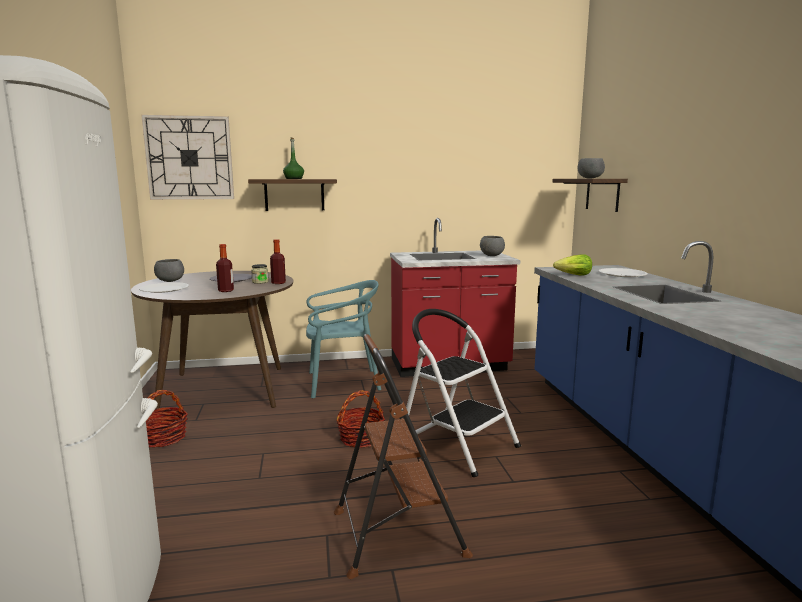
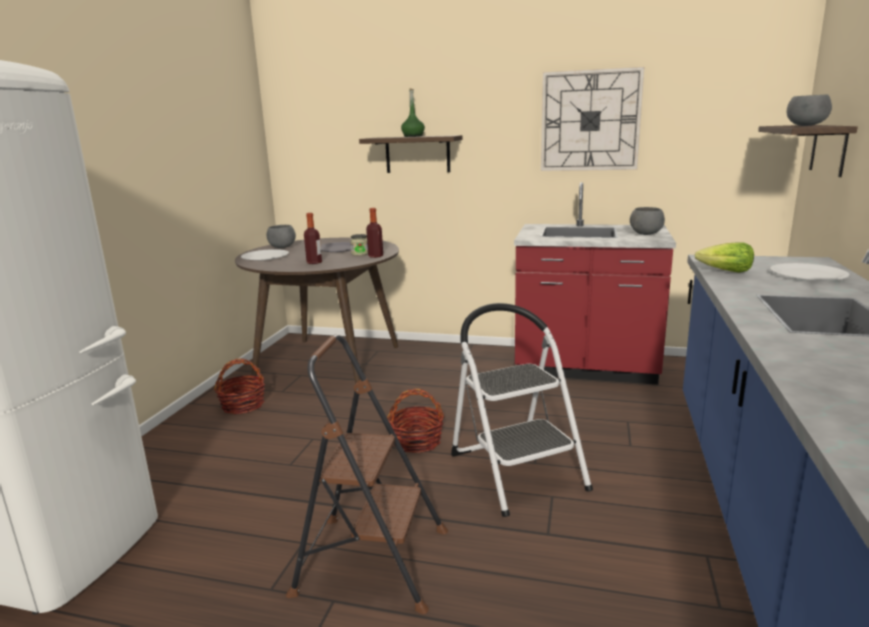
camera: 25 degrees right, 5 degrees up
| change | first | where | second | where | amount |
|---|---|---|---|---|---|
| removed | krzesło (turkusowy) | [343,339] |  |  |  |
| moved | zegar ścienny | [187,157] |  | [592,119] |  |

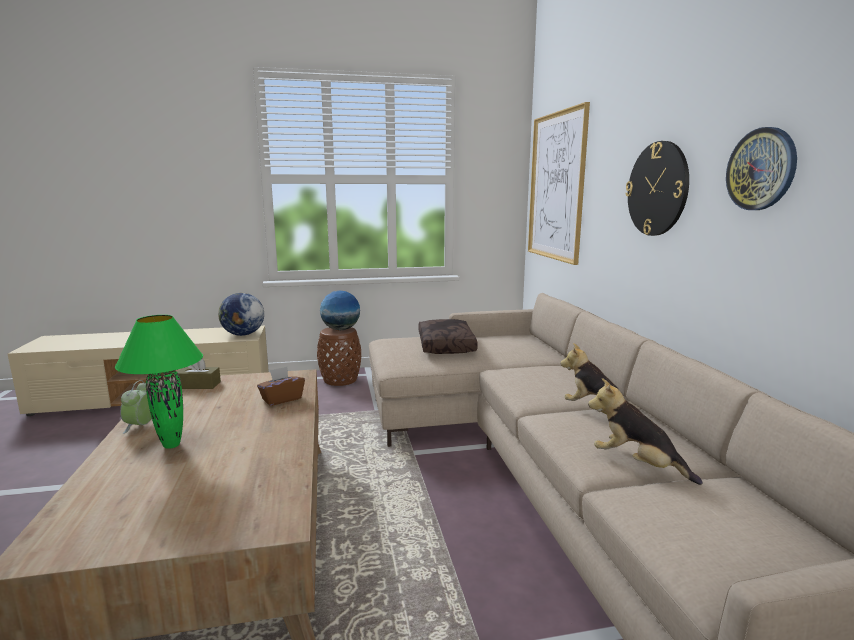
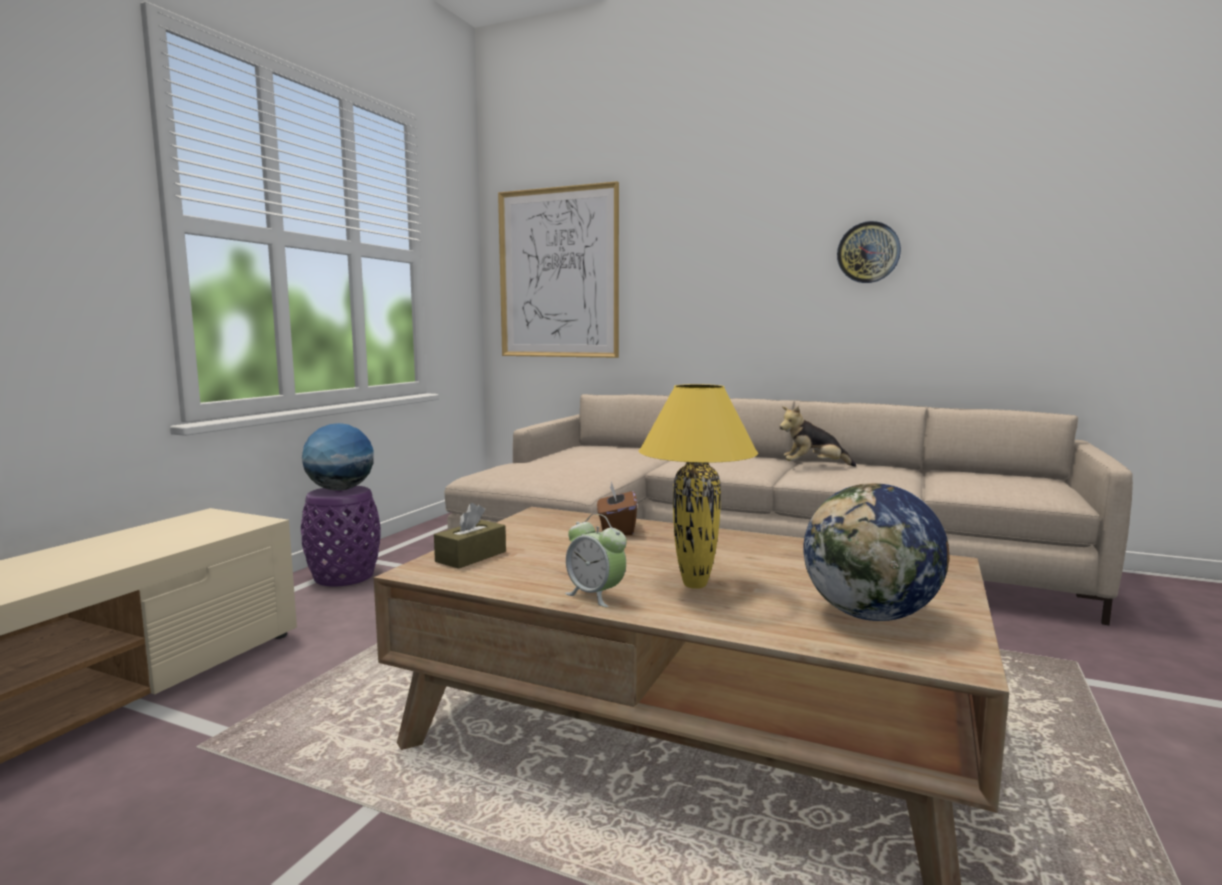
camera: 55 degrees left, 5 degrees down
| change | first | where | second | where | amount |
|---|---|---|---|---|---|
| removed | poduszka (brązowy) | [448,336] |  |  |  |
| removed | pluszak | [645,431] |  |  |  |
| removed | zegar ścienny | [657,188] |  |  |  |
| moved | globus | [241,314] |  | [876,552] |  |
| recoloured | lampa stołowa (zielony) | [159,382] | lampa stołowa (żółty) | [698,486] |  |
| recoloured | stołek (brązowy) | [339,356] | stołek (fioletowy) | [341,536] |  |

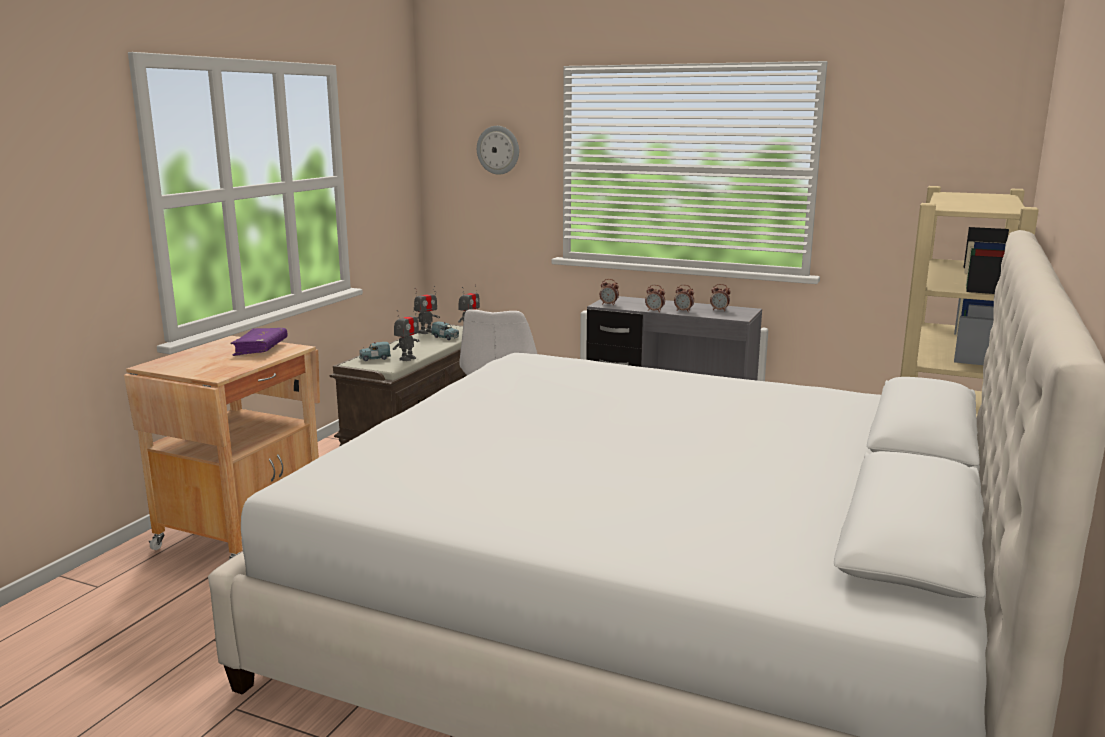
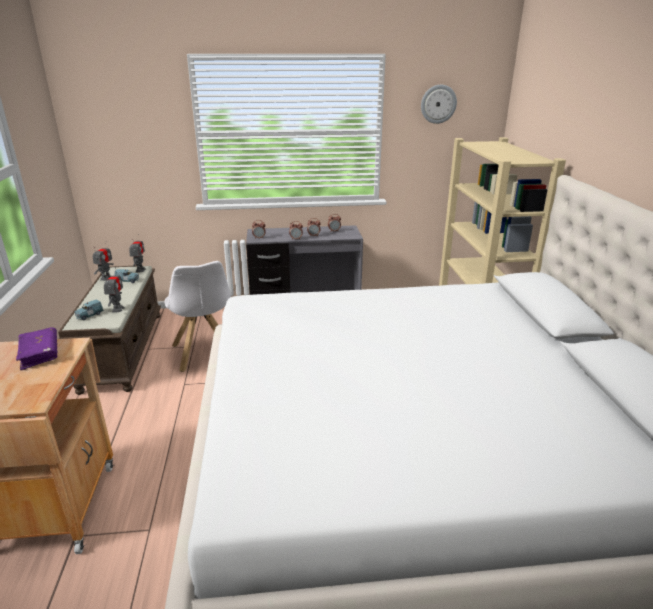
camera: 30 degrees left, 10 degrees up
| change | first | where | second | where | amount |
|---|---|---|---|---|---|
| moved | zegar ścienny | [498,150] |  | [439,104] |  |

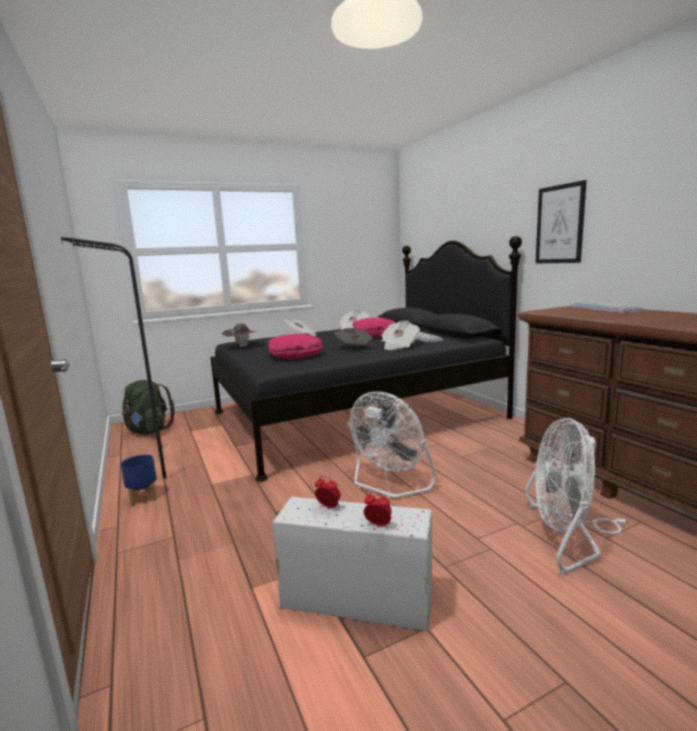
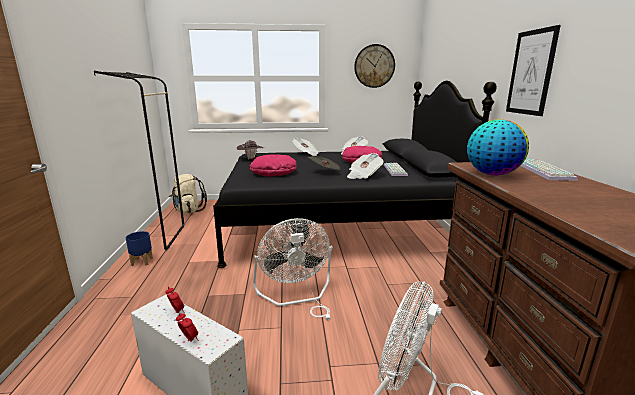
camera: 20 degrees right, 5 degrees up
| change | first | where | second | where | amount |
|---|---|---|---|---|---|
| added |  |  | zegar ścienny | [374,66] |  |
| added |  |  | globus | [498,147] |  |
| recoloured | plecak (zielony) | [148,407] | plecak (beżowy) | [188,194] |  |
| turned | wentylator (biały) | [391,445] |  | [293,269] | 75 degrees counterclockwise |

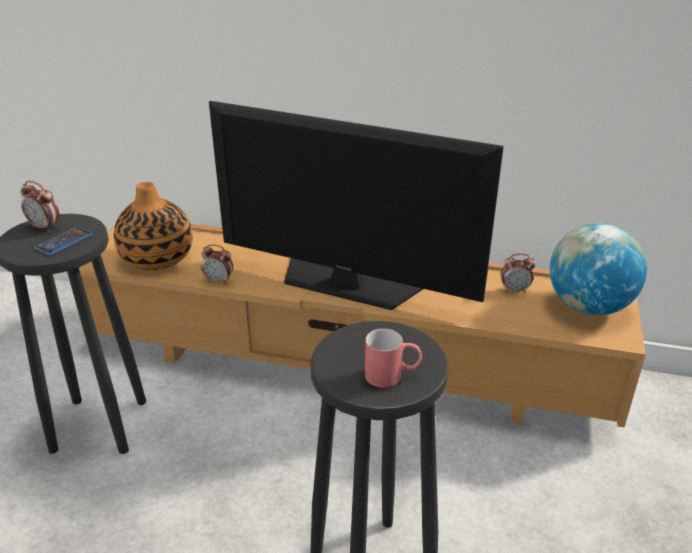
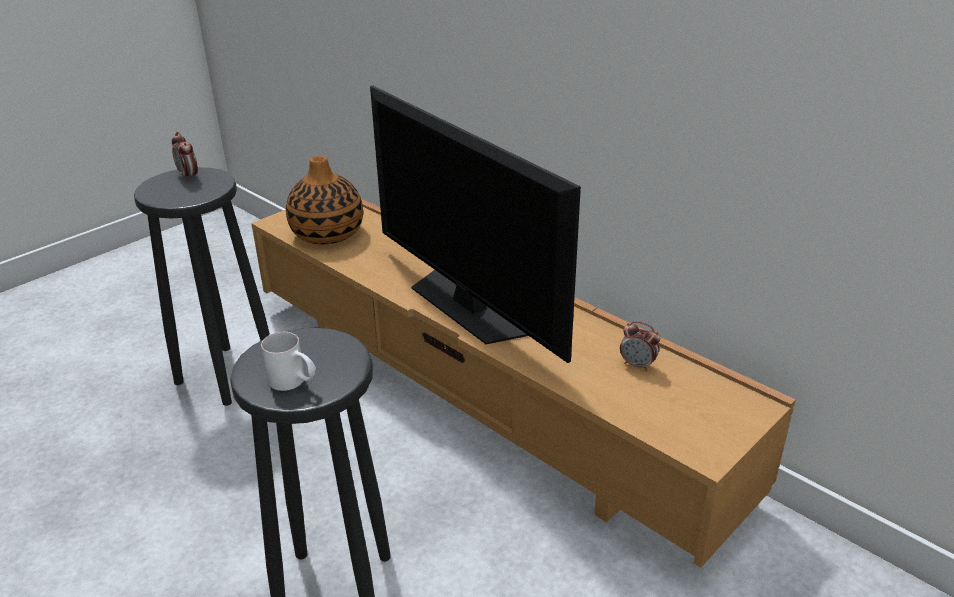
camera: 30 degrees right, 0 degrees up
| change | first | where | second | where | amount |
|---|---|---|---|---|---|
| removed | telefon | [63,241] |  |  |  |
| removed | budzik | [217,264] |  |  |  |
| removed | globus | [598,269] |  |  |  |
| recoloured | kubek (czerwony) | [393,358] | kubek (biały) | [288,361] |  |

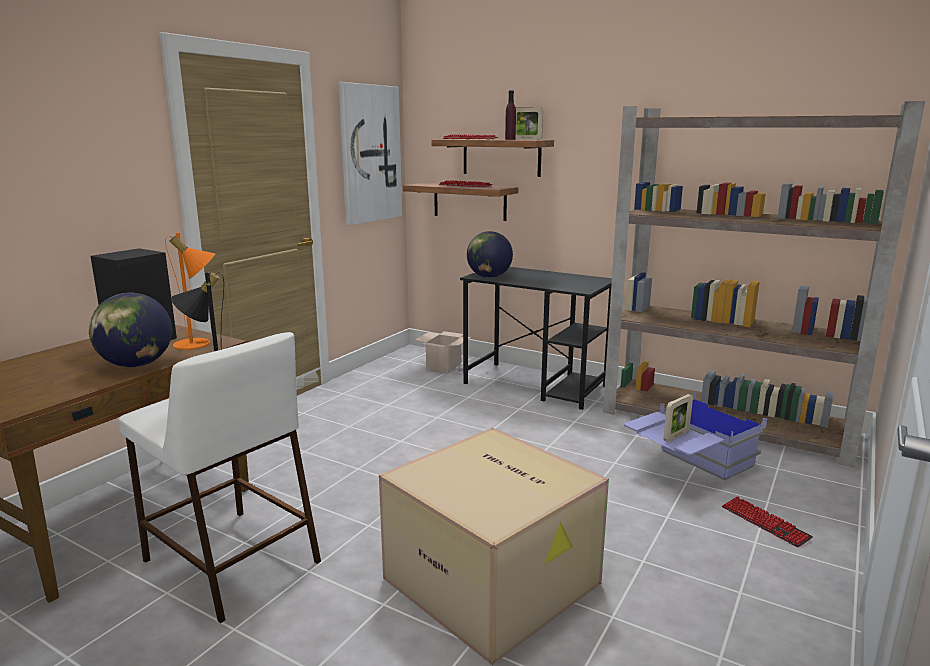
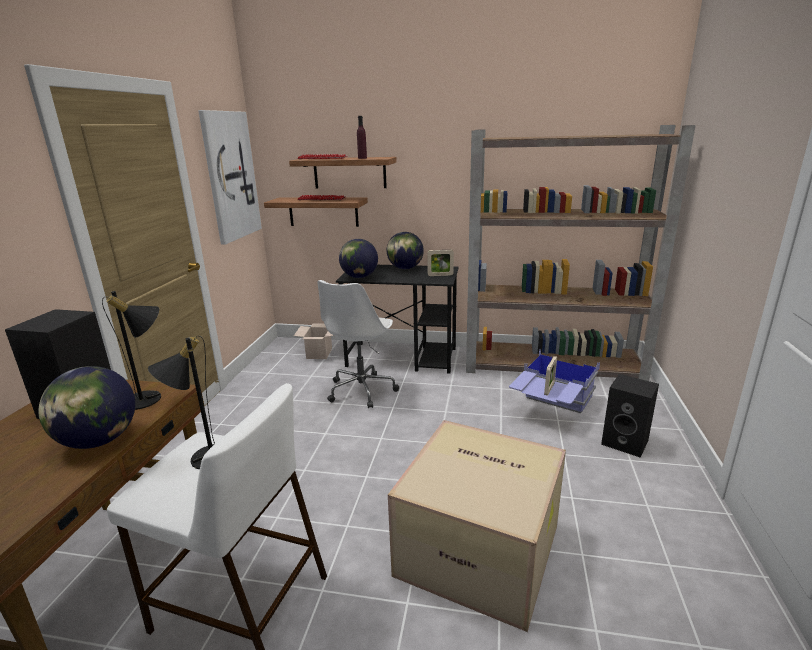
camera: 20 degrees left, 5 degrees up
| change | first | where | second | where | amount |
|---|---|---|---|---|---|
| added |  |  | krzesło biurowe (biały) | [358,344] |  |
| added |  |  | globus | [405,250] |  |
| moved | ramka na zdjęcie | [529,123] |  | [440,263] |  |
| replaced | klawiatura | [767,522] | głośnik (czarny) | [630,416] |  |
| recoloured | lampa stołowa (pomarańczowy) | [190,291] | lampa stołowa (czarny) | [131,350] |  |

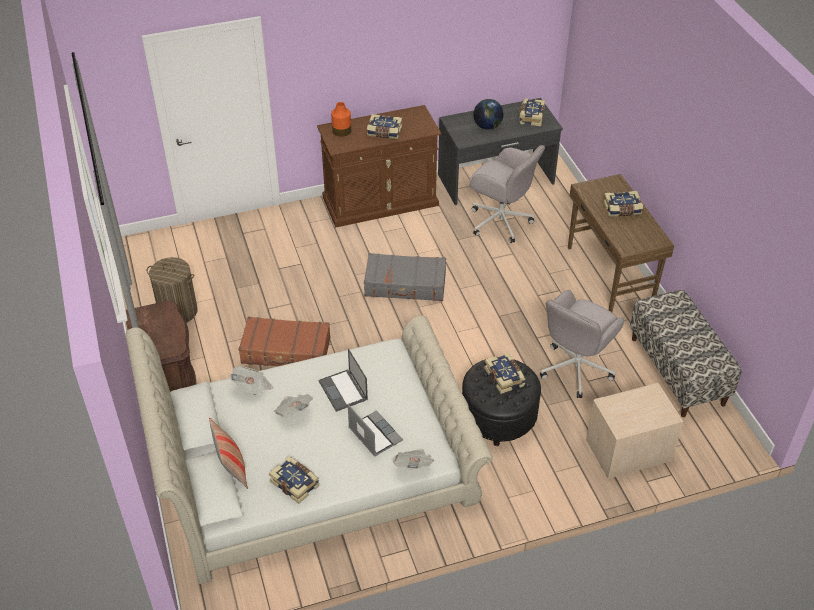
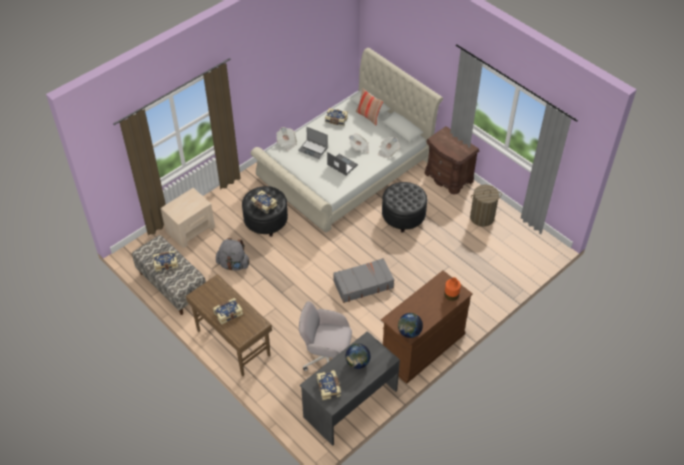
camera: 155 degrees right, 5 degrees up
| change | first | where | second | where | amount |
|---|---|---|---|---|---|
| added |  |  | globus | [410,325] |  |
| moved | książka | [384,126] |  | [165,261] |  |
| replaced | walizka (brązowy) | [284,341] | pufa (czarny) | [404,207] |  |
| replaced | krzesło biurowe (szary) | [582,344] | plecak (szary) | [233,254] |  |

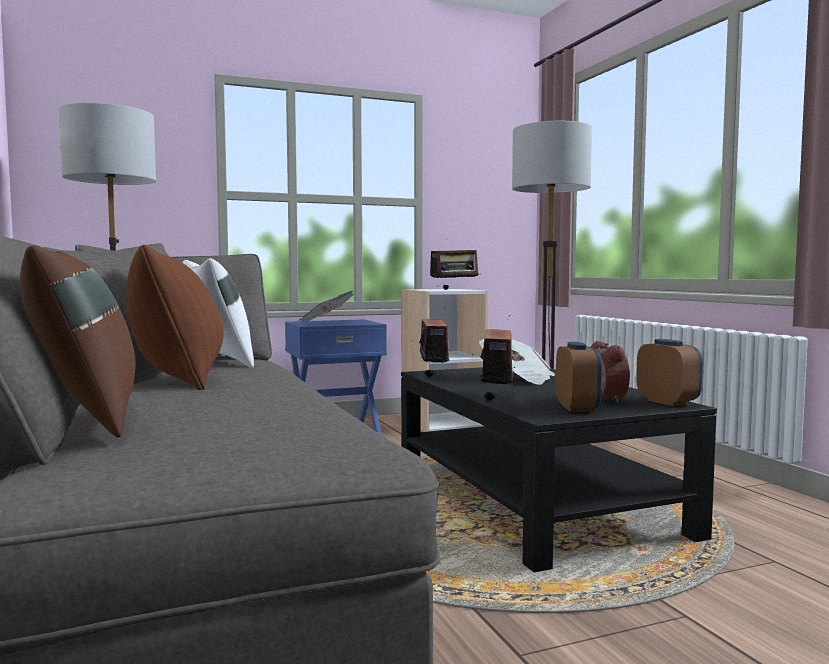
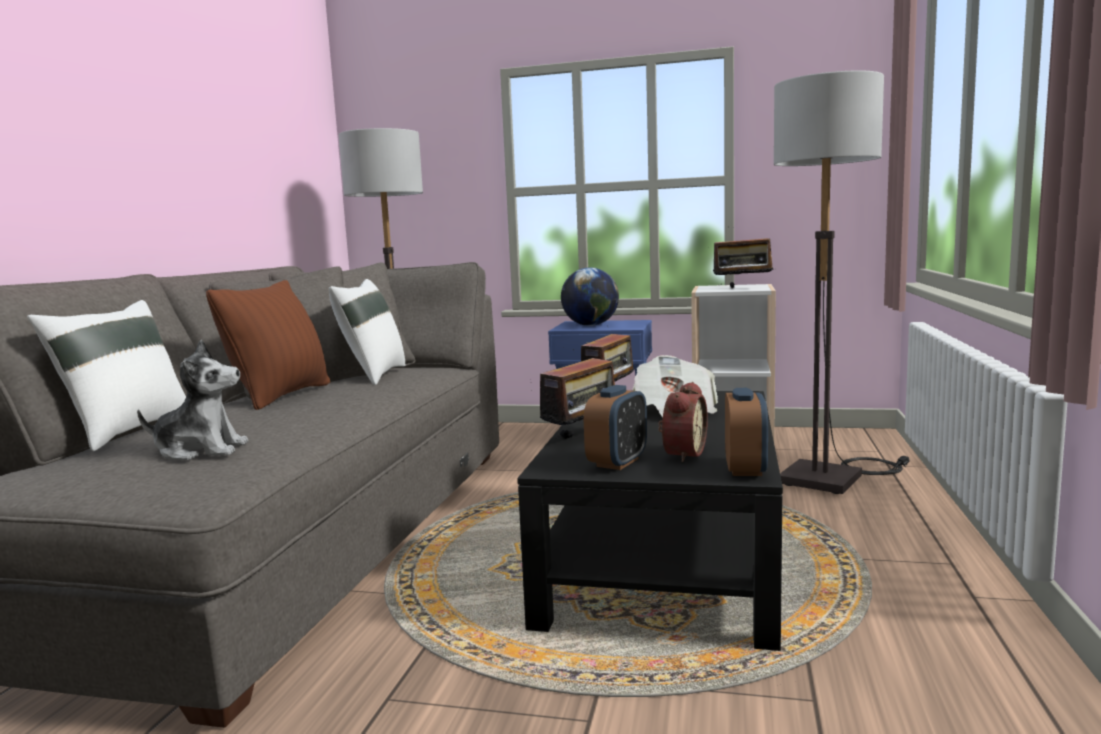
camera: 35 degrees right, 5 degrees up
| change | first | where | second | where | amount |
|---|---|---|---|---|---|
| added |  |  | pluszak | [193,400] |  |
| replaced | gazeta | [326,306] | globus | [590,296] |  |
| recoloured | poduszka (brązowy) | [78,341] | poduszka (biały) | [106,375] |  |

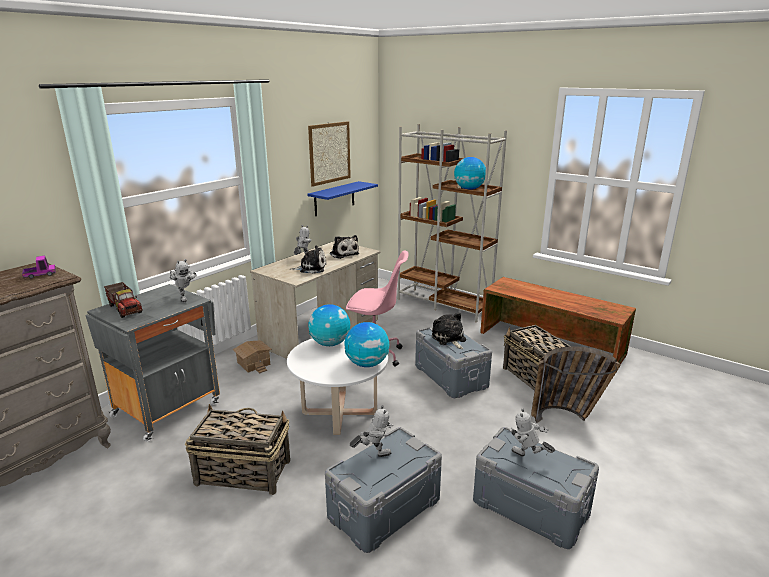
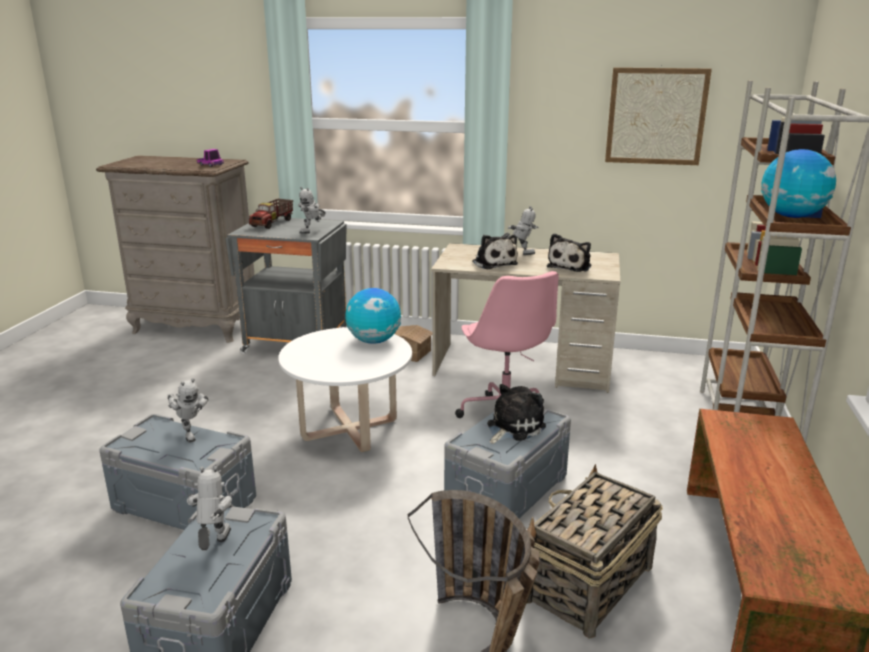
camera: 65 degrees right, 0 degrees up
| change | first | where | second | where | amount |
|---|---|---|---|---|---|
| removed | koszyk | [237,449] |  |  |  |
| removed | półka (niebieski) | [343,198] |  |  |  |
| removed | globus | [366,344] |  |  |  |

